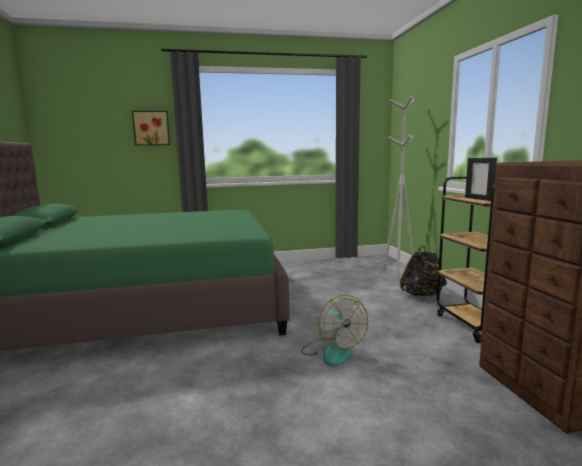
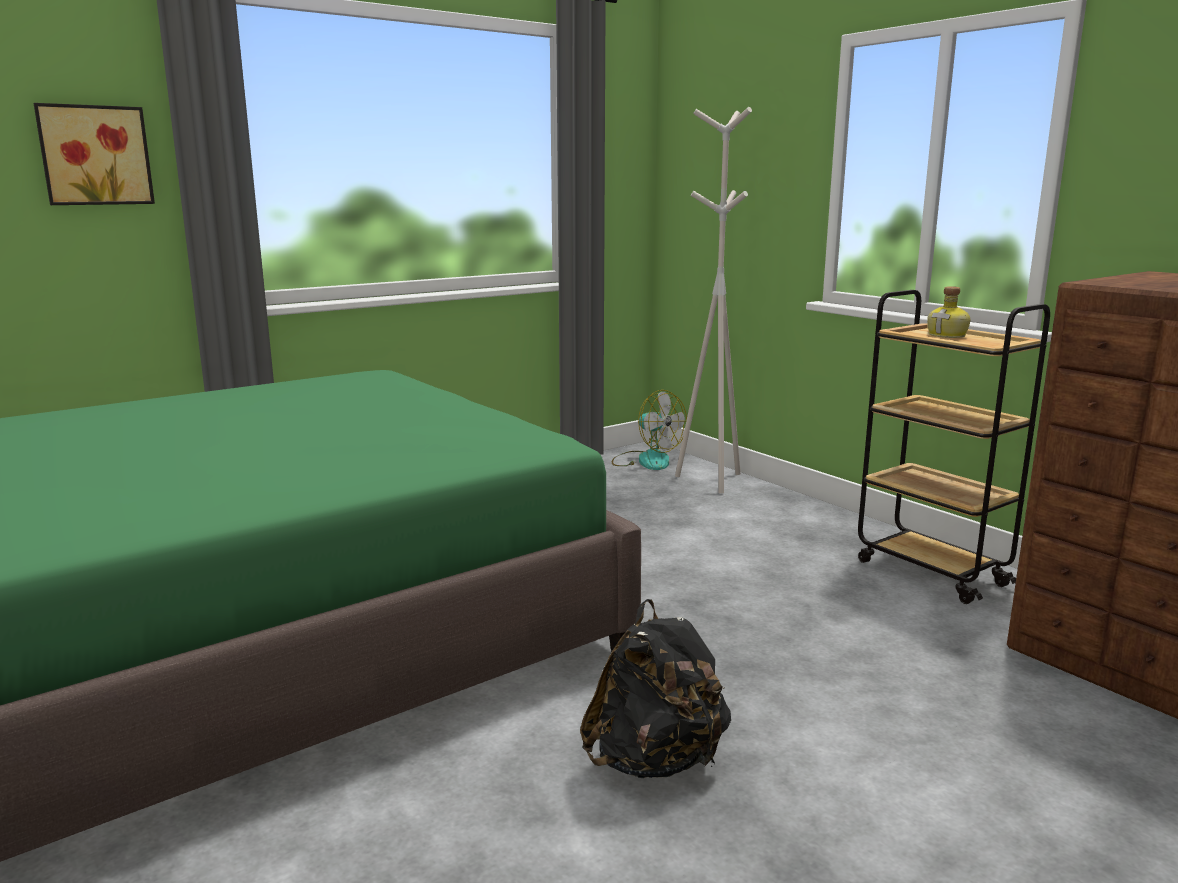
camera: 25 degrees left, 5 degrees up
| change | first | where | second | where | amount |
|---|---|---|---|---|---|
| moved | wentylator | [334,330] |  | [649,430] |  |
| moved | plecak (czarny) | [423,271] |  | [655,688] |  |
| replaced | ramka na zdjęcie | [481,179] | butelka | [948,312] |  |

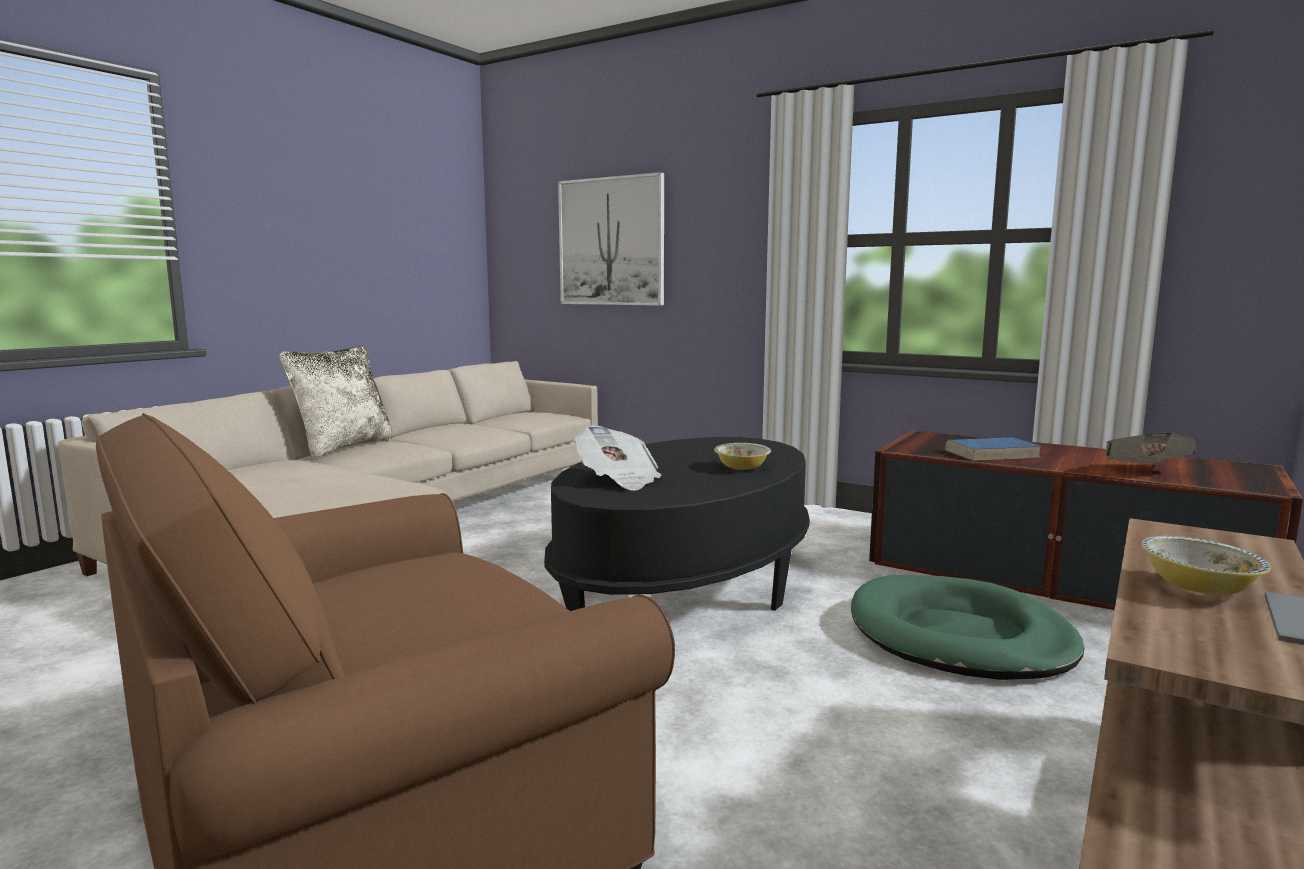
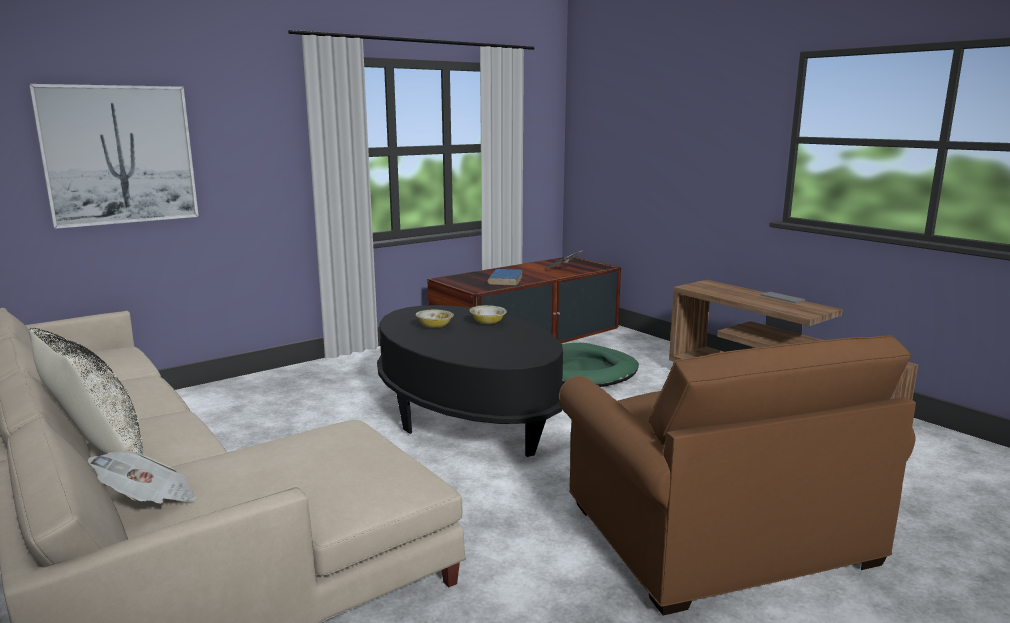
camera: 70 degrees left, 5 degrees up
| change | first | where | second | where | amount |
|---|---|---|---|---|---|
| moved | gazeta | [618,458] |  | [143,477] |  |
| moved | miska | [1206,565] |  | [435,319] |  |

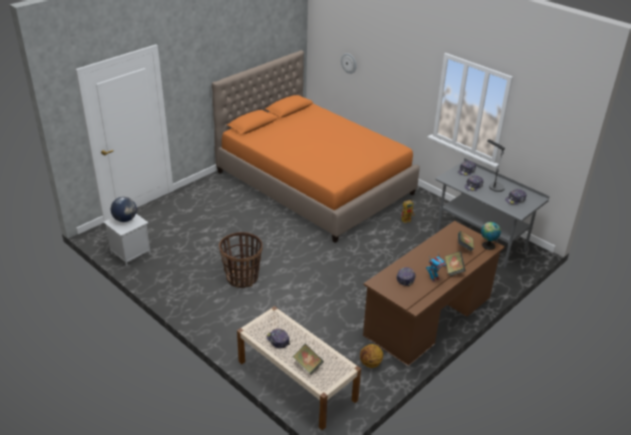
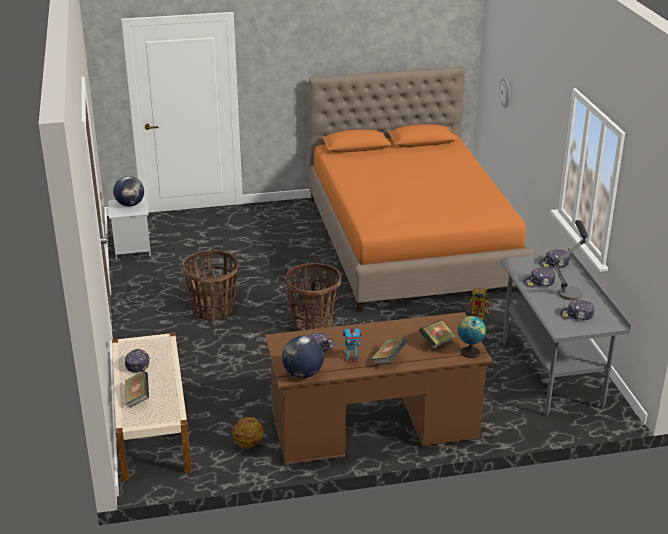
camera: 35 degrees right, 5 degrees down
| change | first | where | second | where | amount |
|---|---|---|---|---|---|
| added |  |  | globus | [303,357] |  |
| added |  |  | koszyk | [313,297] |  |

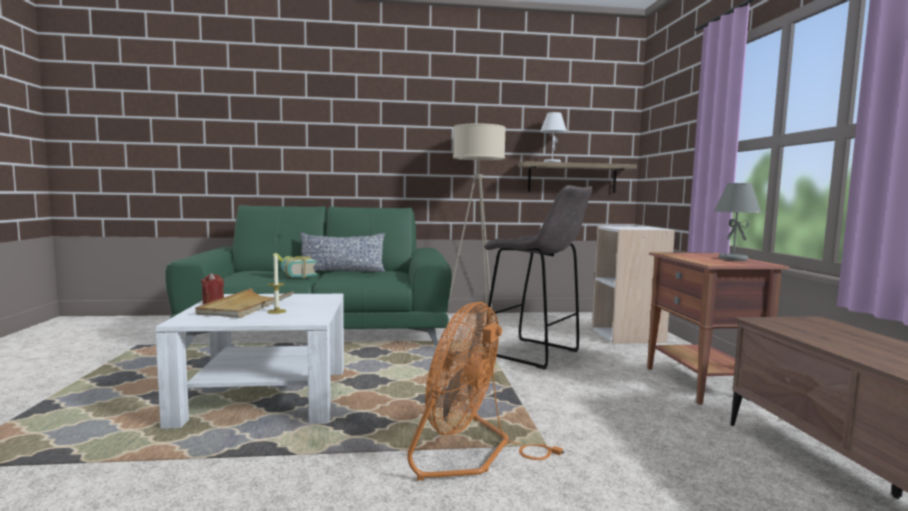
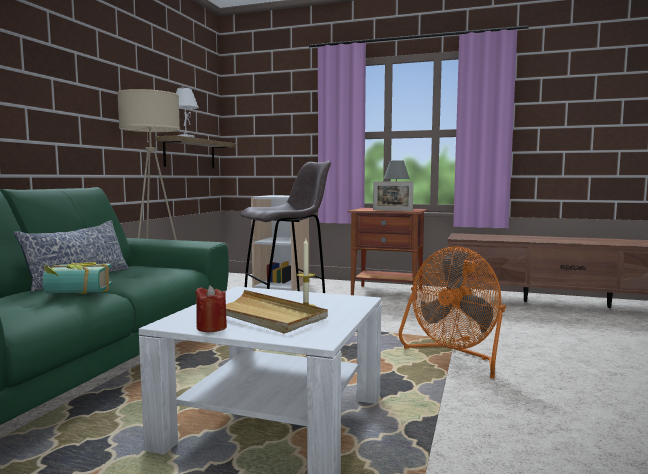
camera: 65 degrees left, 0 degrees up
| change | first | where | second | where | amount |
|---|---|---|---|---|---|
| added |  |  | ramka na zdjęcie | [393,196] |  |

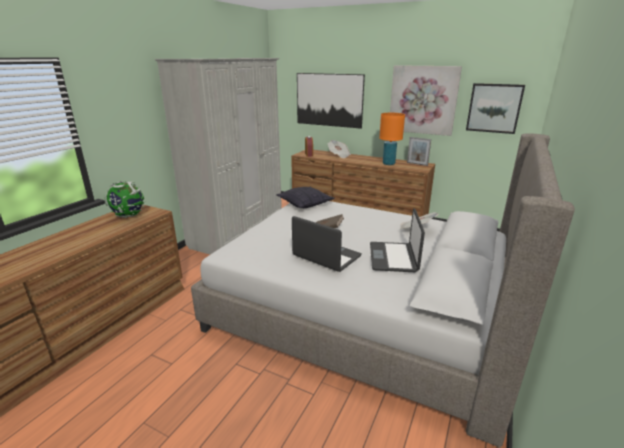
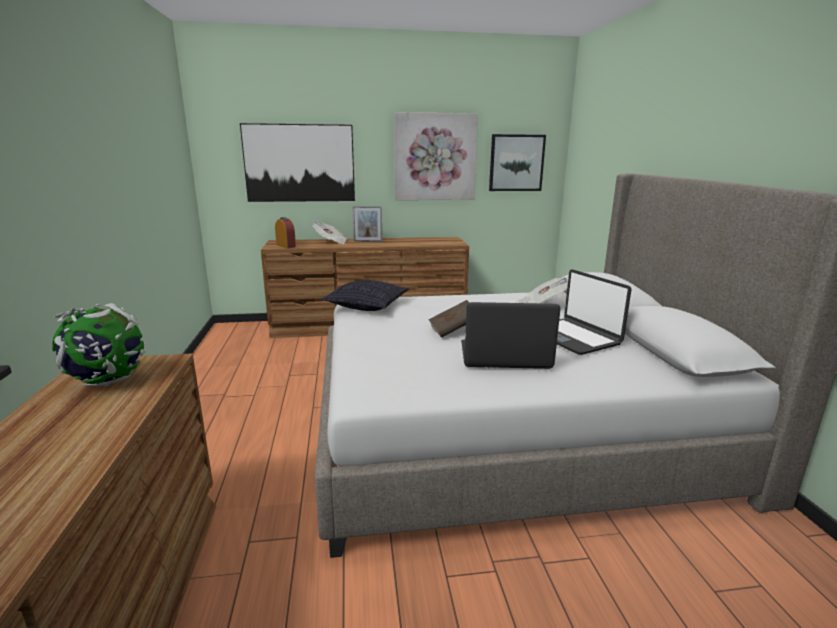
camera: 35 degrees left, 5 degrees down
| change | first | where | second | where | amount |
|---|---|---|---|---|---|
| removed | szafa (biały) | [218,156] |  |  |  |
| removed | lampa stołowa (pomarańczowy) | [392,139] |  |  |  |
| moved | ramka na zdjęcie | [419,151] |  | [367,224] |  |

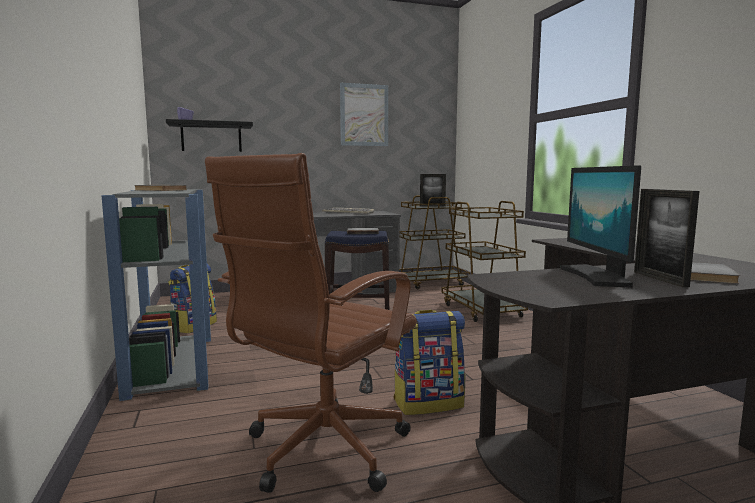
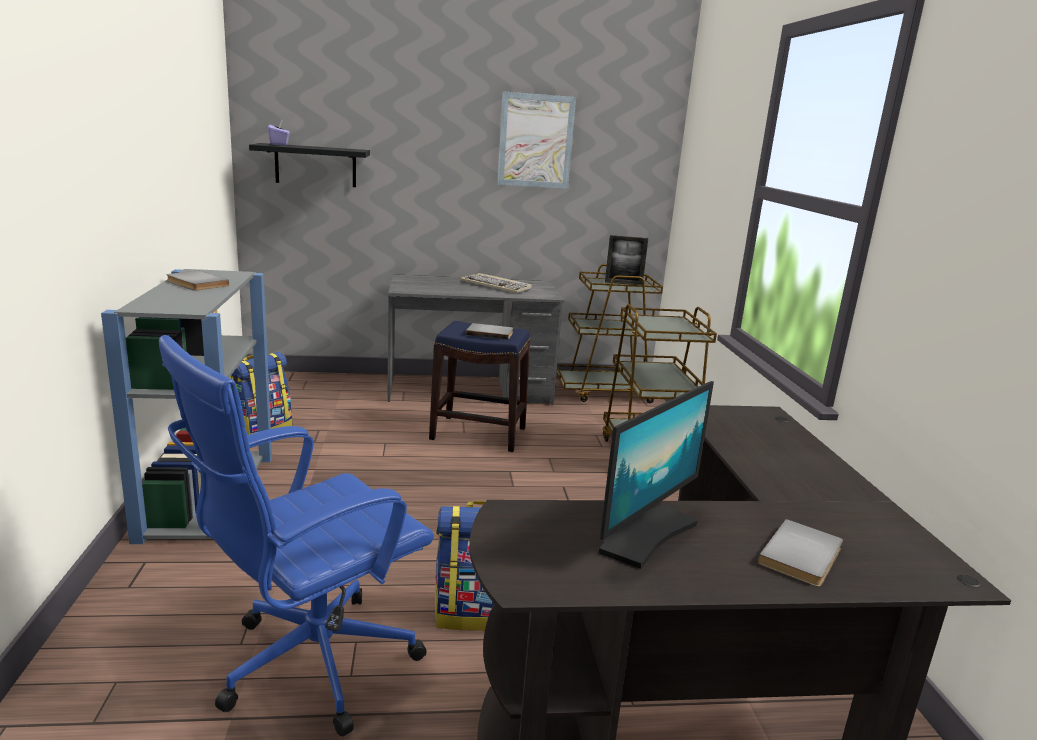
camera: 10 degrees right, 10 degrees up
| change | first | where | second | where | amount |
|---|---|---|---|---|---|
| removed | ramka na zdjęcie | [666,238] |  |  |  |
| recoloured | krzesło biurowe (brązowy) | [311,323] | krzesło biurowe (niebieski) | [296,535] |  |
| turned | monitor | [600,226] |  | [656,475] | 150 degrees counterclockwise |

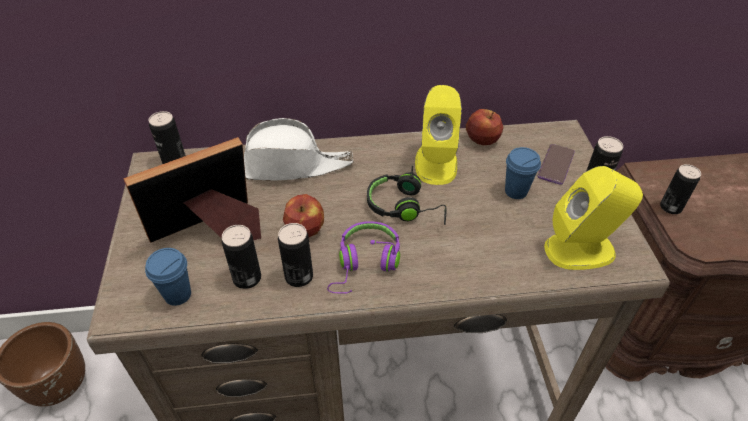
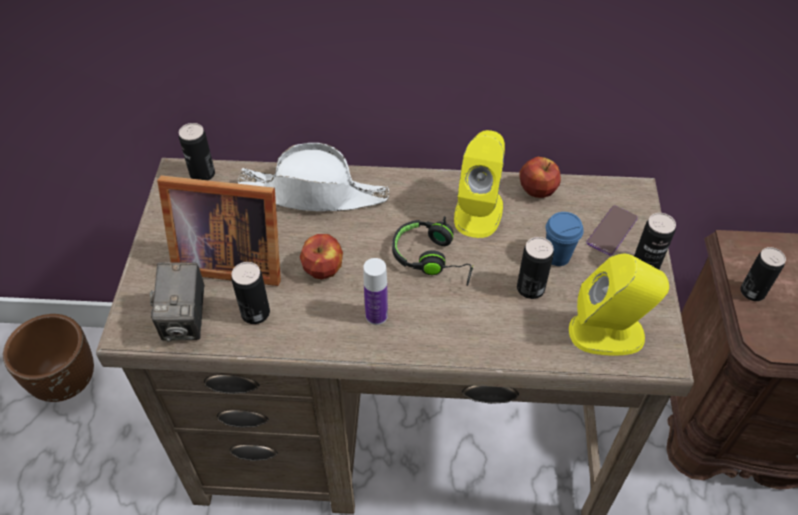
camera: 10 degrees right, 5 degrees up
| change | first | where | second | where | amount |
|---|---|---|---|---|---|
| moved | puszka | [295,255] |  | [535,268] |  |
| replaced | filiżanka (niebieski) | [168,277] | aparat fotograficzny | [177,302] |  |
| replaced | słuchawki (fioletowy) | [363,257] | butelka | [375,291] |  |
| turned | ramka na zdjęcie | [192,190] |  | [219,230] | 150 degrees counterclockwise |

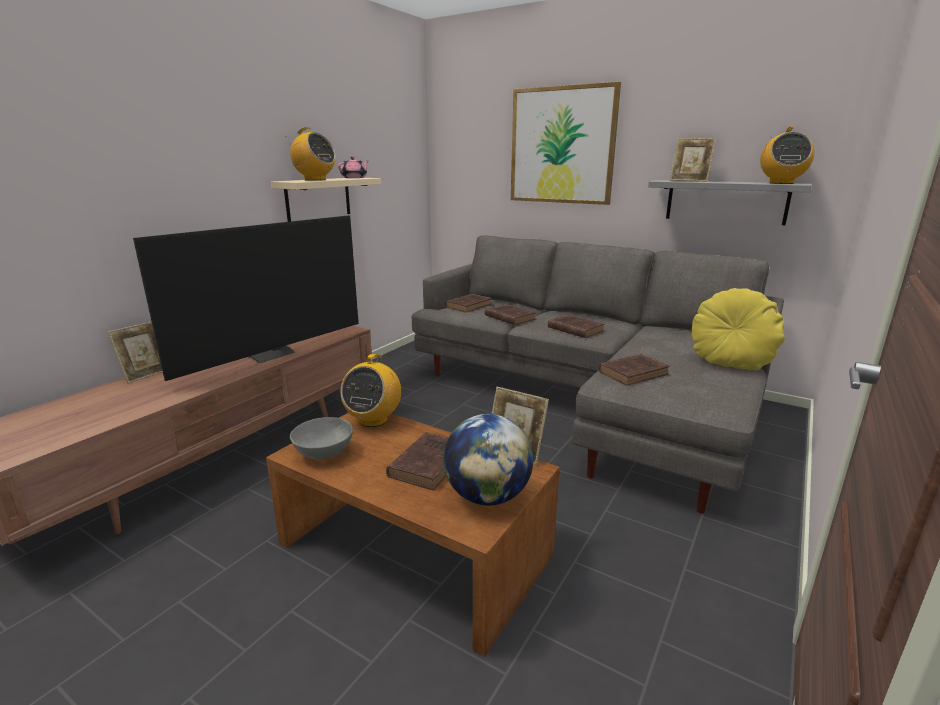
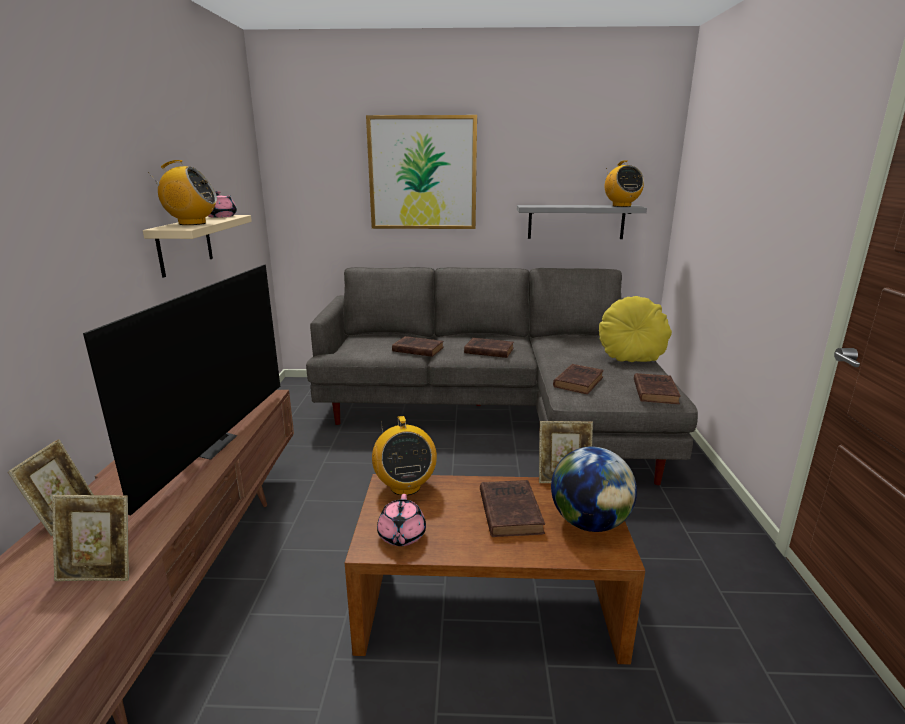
camera: 30 degrees left, 0 degrees up
| change | first | where | second | where | amount |
|---|---|---|---|---|---|
| moved | książka (brązowy) | [468,303] |  | [657,388] |  |
| moved | ramka na zdjęcie | [693,160] |  | [90,538] |  |
| replaced | miska (szary) | [321,438] | imbryk (różowy) | [401,520] |  |

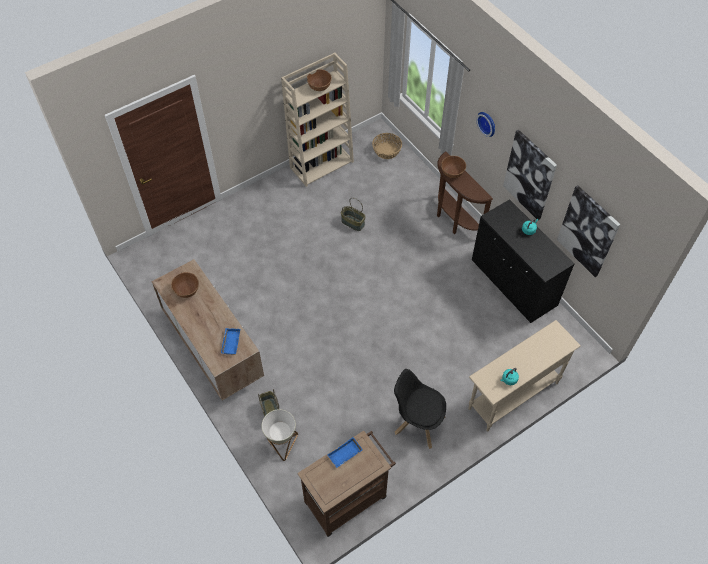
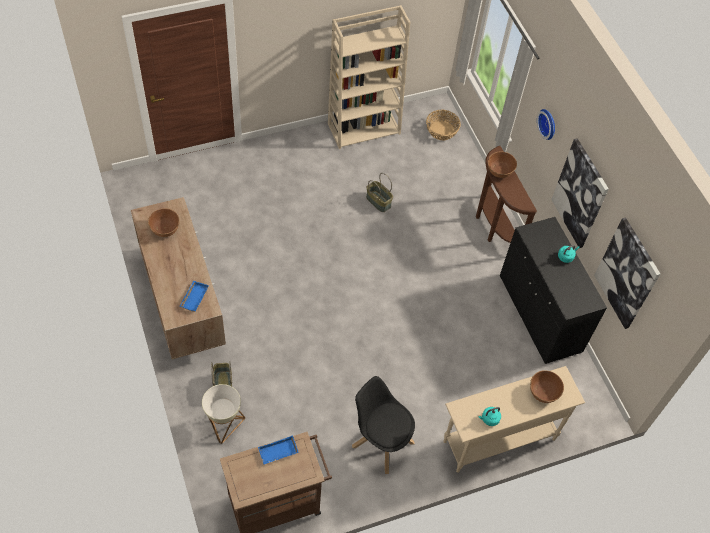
camera: 10 degrees right, 0 degrees up
| change | first | where | second | where | amount |
|---|---|---|---|---|---|
| moved | miska (brązowy) | [319,80] |  | [547,386] |  |

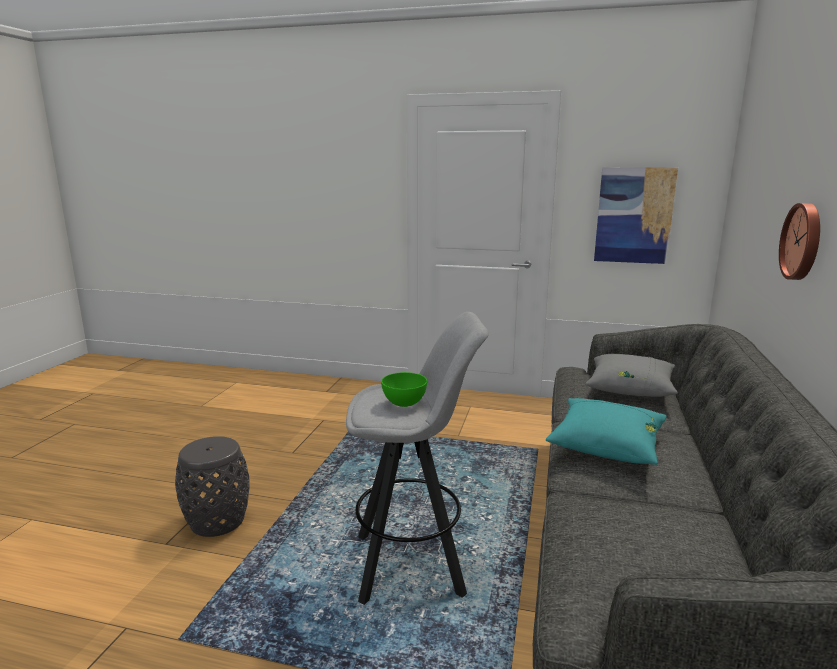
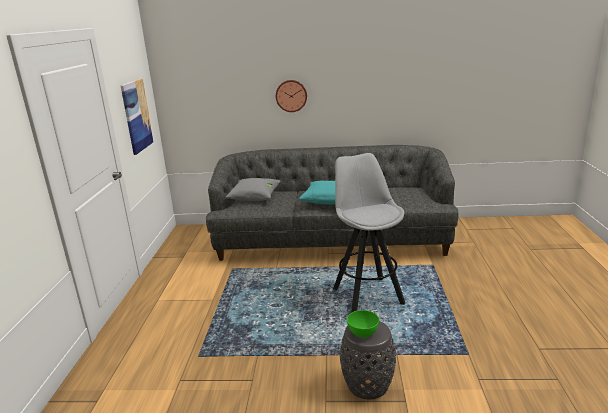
camera: 100 degrees left, 5 degrees up
| change | first | where | second | where | amount |
|---|---|---|---|---|---|
| moved | miska (zielony) | [404,389] |  | [363,324] |  |

